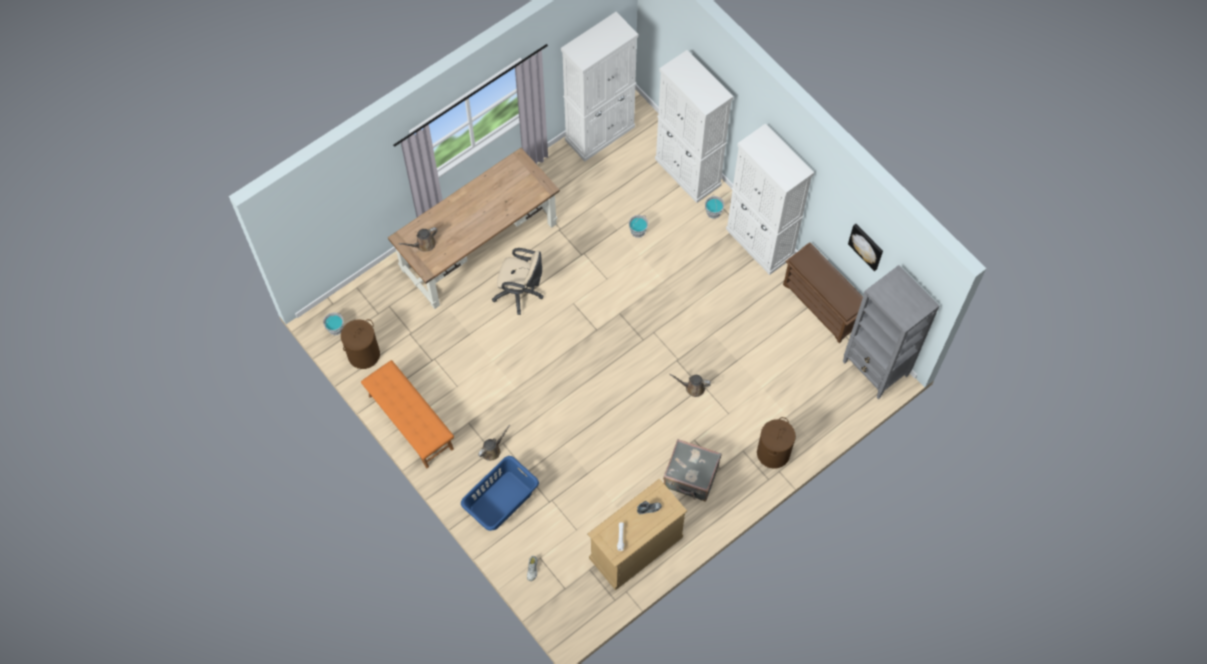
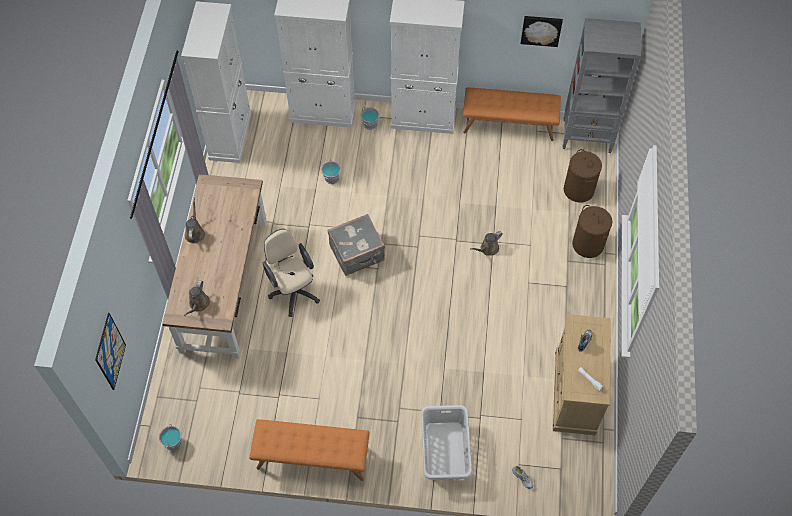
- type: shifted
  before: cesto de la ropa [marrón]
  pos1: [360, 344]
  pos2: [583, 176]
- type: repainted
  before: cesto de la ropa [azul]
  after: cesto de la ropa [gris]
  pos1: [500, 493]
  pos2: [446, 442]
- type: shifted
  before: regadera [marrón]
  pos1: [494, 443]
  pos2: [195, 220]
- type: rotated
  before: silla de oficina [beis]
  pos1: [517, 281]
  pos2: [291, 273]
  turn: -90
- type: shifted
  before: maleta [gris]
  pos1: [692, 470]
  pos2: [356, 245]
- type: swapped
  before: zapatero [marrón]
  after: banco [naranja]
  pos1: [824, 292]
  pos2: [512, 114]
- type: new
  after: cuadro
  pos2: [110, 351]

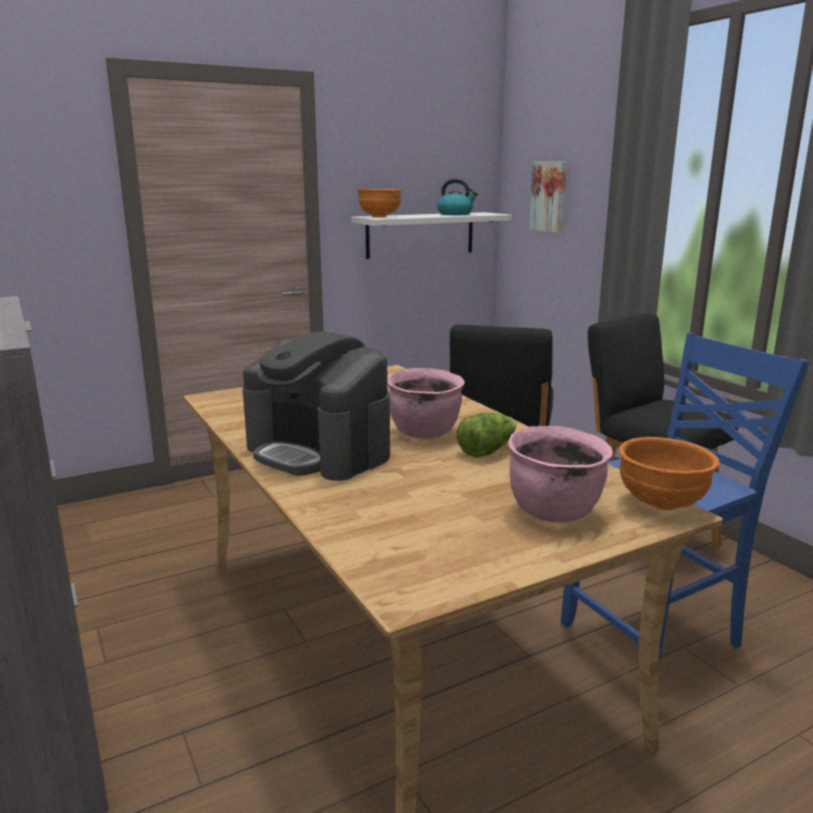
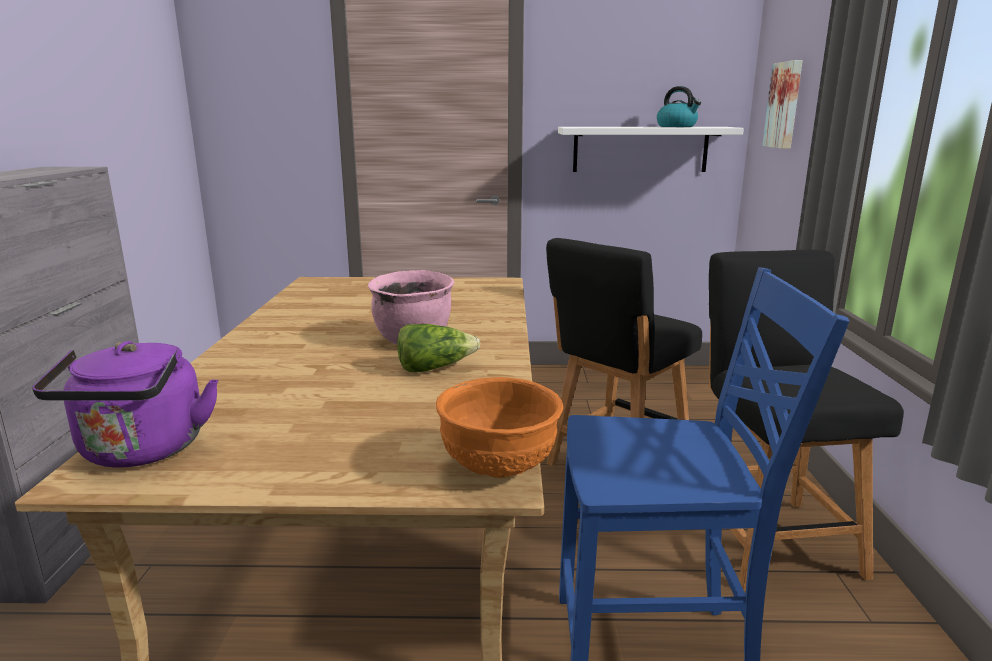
- type: gone
  before: cafetera
  pos1: [316, 406]
- type: gone
  before: cuenco [naranja]
  pos1: [379, 203]
- type: gone
  before: olla [rosa]
  pos1: [560, 474]
- type: new
  after: hervidor [morado]
  pos2: [125, 404]

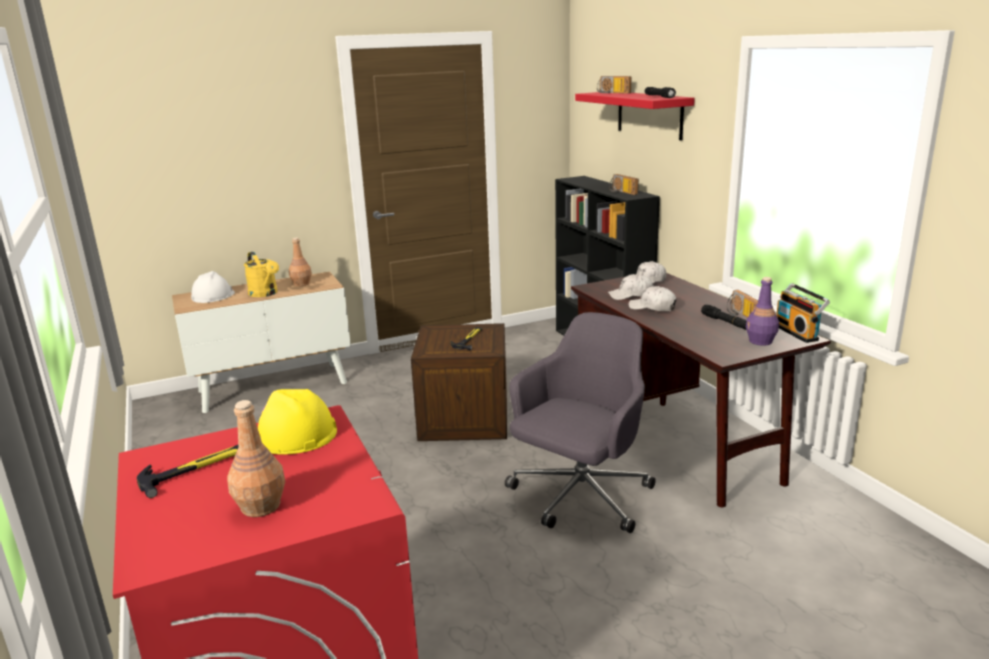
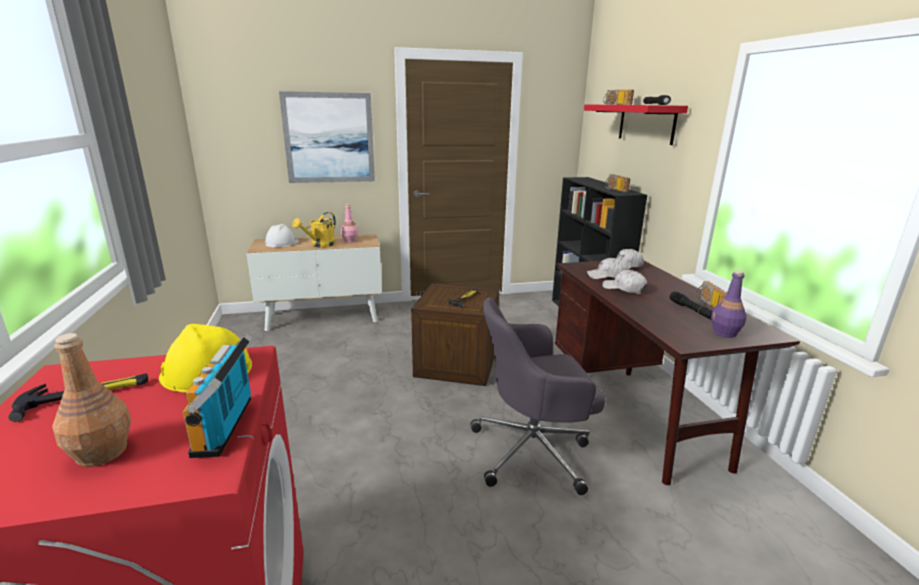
- type: rotated
  before: regadera [amarillo]
  pos1: [261, 274]
  pos2: [314, 229]
  turn: 60
- type: repainted
  before: botella [marrón]
  after: botella [rosa]
  pos1: [300, 262]
  pos2: [349, 223]
- type: rotated
  before: silla de oficina [gris]
  pos1: [580, 422]
  pos2: [537, 396]
  turn: -150
- type: shifted
  before: radio
  pos1: [803, 313]
  pos2: [217, 395]
- type: new
  after: cuadro
  pos2: [327, 137]

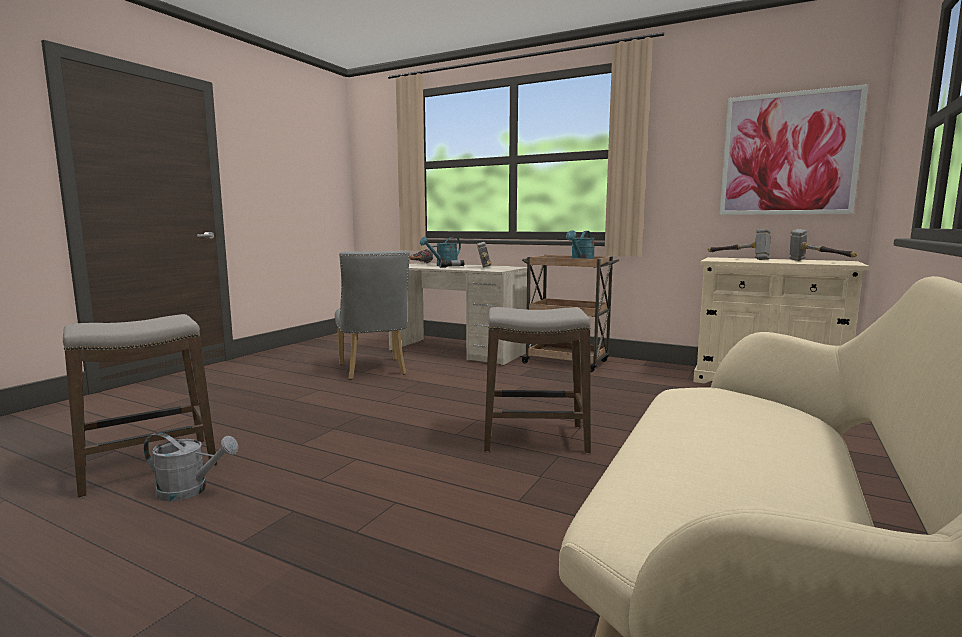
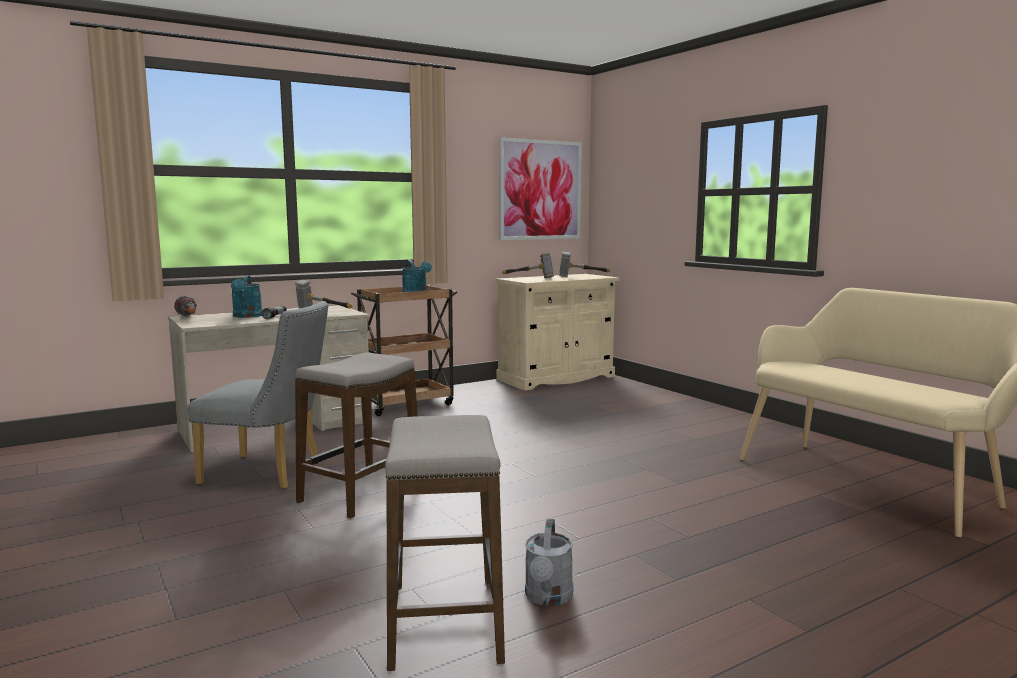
- type: rotated
  before: regadera [gris]
  pos1: [191, 466]
  pos2: [549, 562]
  turn: 150
- type: shifted
  before: taburete
  pos1: [537, 380]
  pos2: [356, 436]

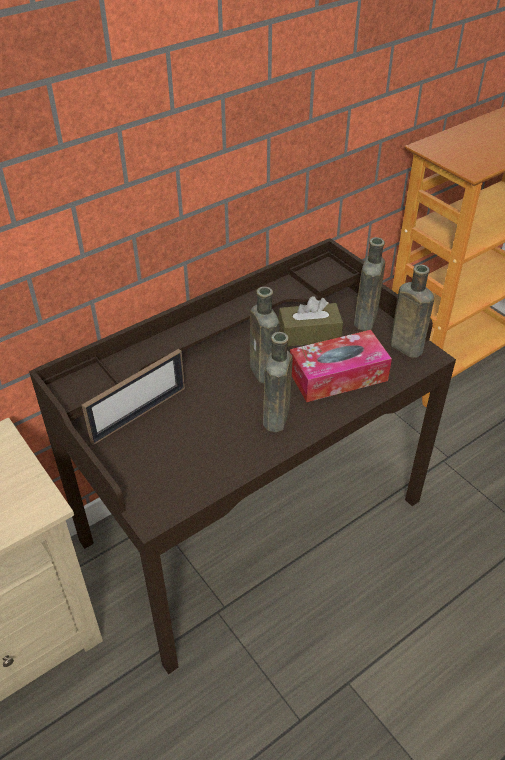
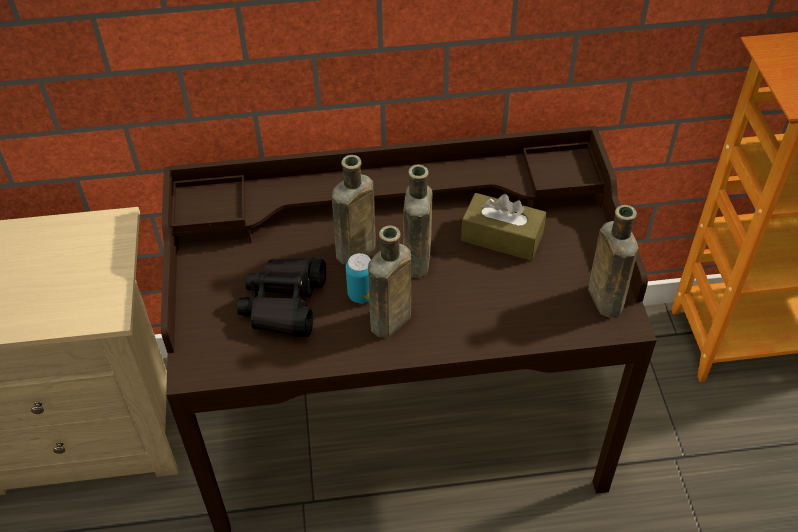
- type: gone
  before: portarretratos
  pos1: [133, 397]
- type: gone
  before: caja de pañuelos
  pos1: [341, 366]
- type: shifted
  before: botella [marrón]
  pos1: [369, 284]
  pos2: [354, 210]
- type: new
  after: prismáticos [negro]
  pos2: [281, 297]
- type: new
  after: lata
  pos2: [358, 278]

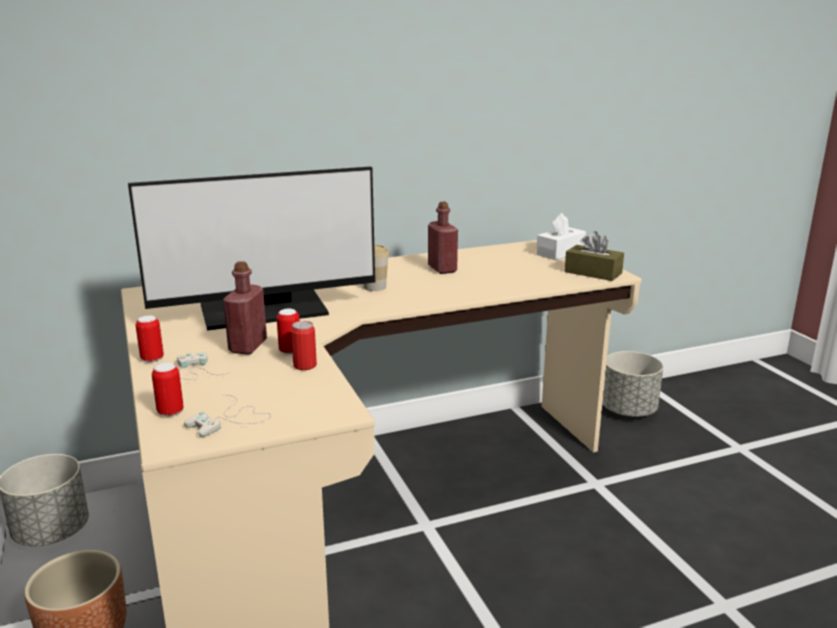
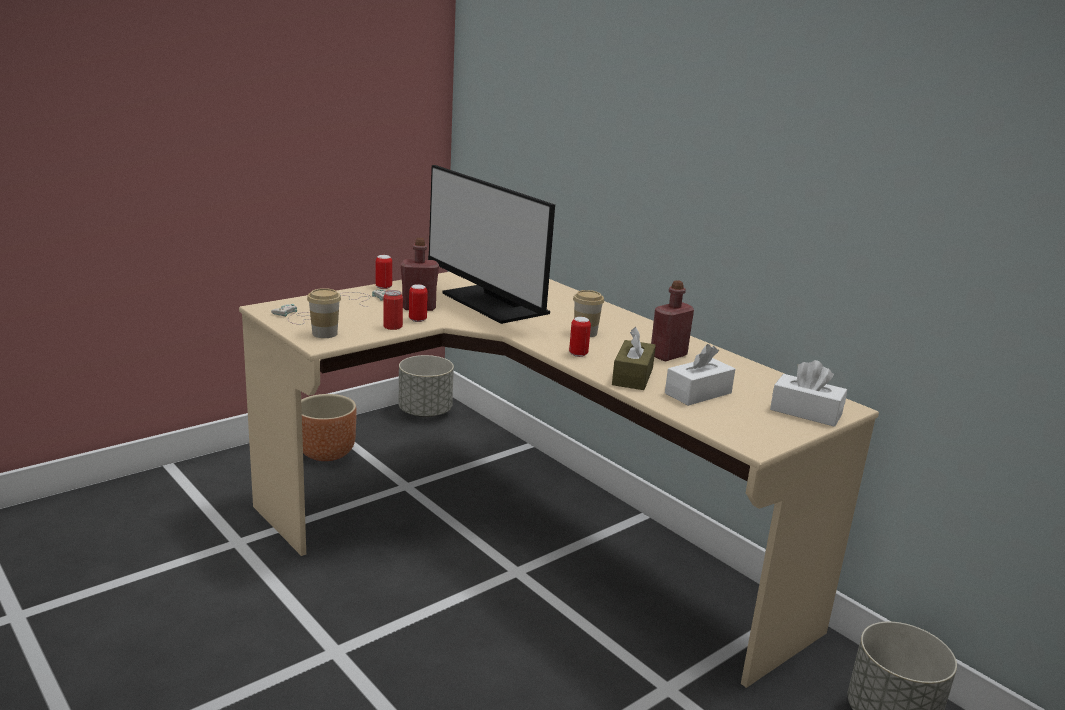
- type: shifted
  before: lata
  pos1: [168, 389]
  pos2: [580, 337]
- type: shifted
  before: caja de pañuelos [marrón]
  pos1: [594, 256]
  pos2: [634, 358]
- type: new
  after: taza
  pos2: [324, 313]
- type: new
  after: caja de pañuelos [blanco]
  pos2: [700, 375]

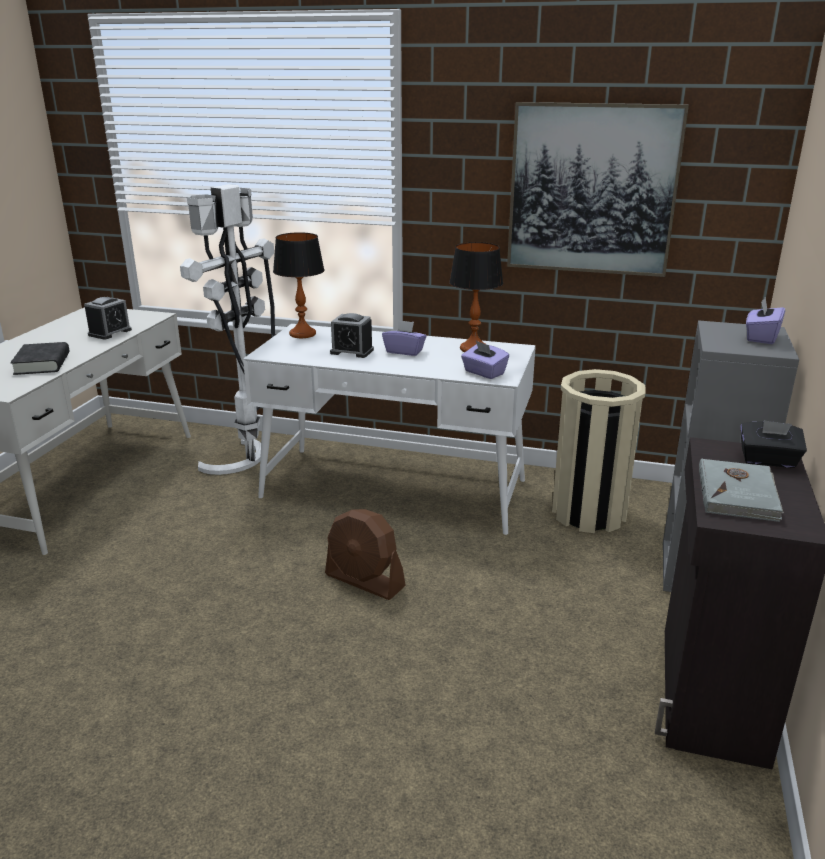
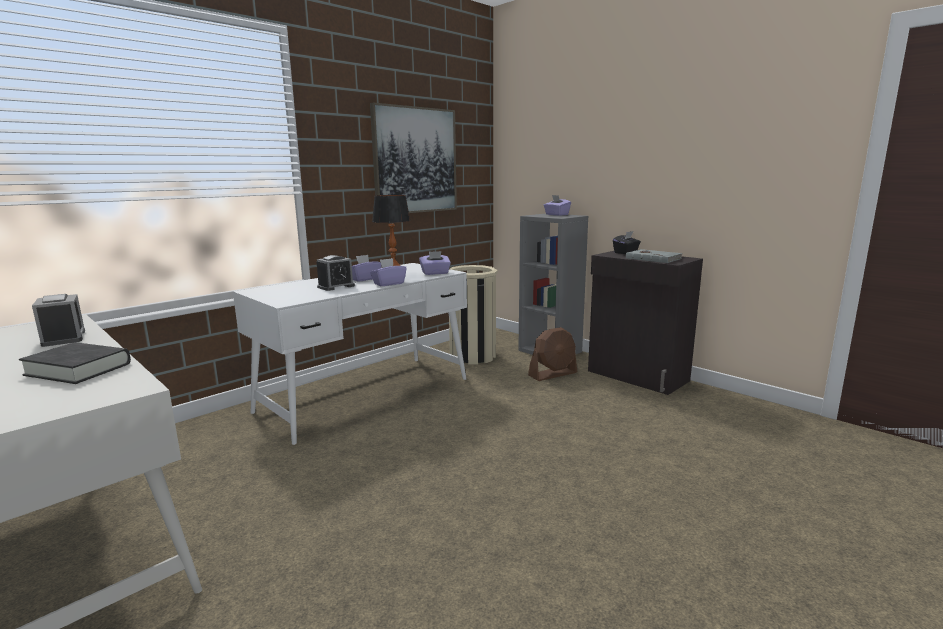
- type: gone
  before: lámpara de pie [blanco]
  pos1: [227, 329]
- type: gone
  before: lámpara de mesa
  pos1: [299, 285]
- type: shifted
  before: ventilador [marrón]
  pos1: [365, 554]
  pos2: [552, 354]
- type: new
  after: caja de pañuelos [morado]
  pos2: [388, 272]

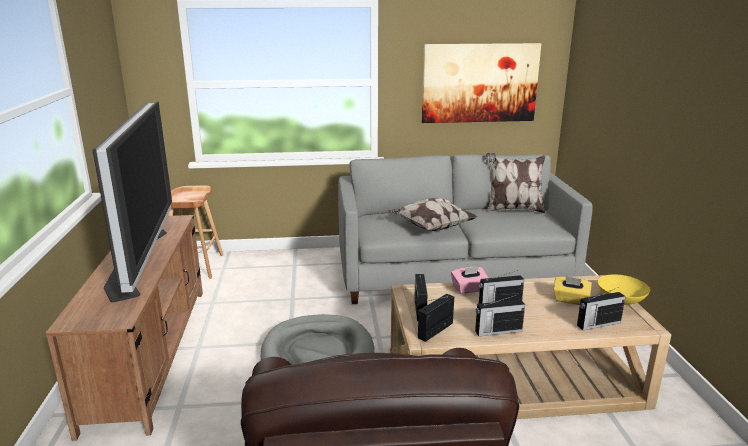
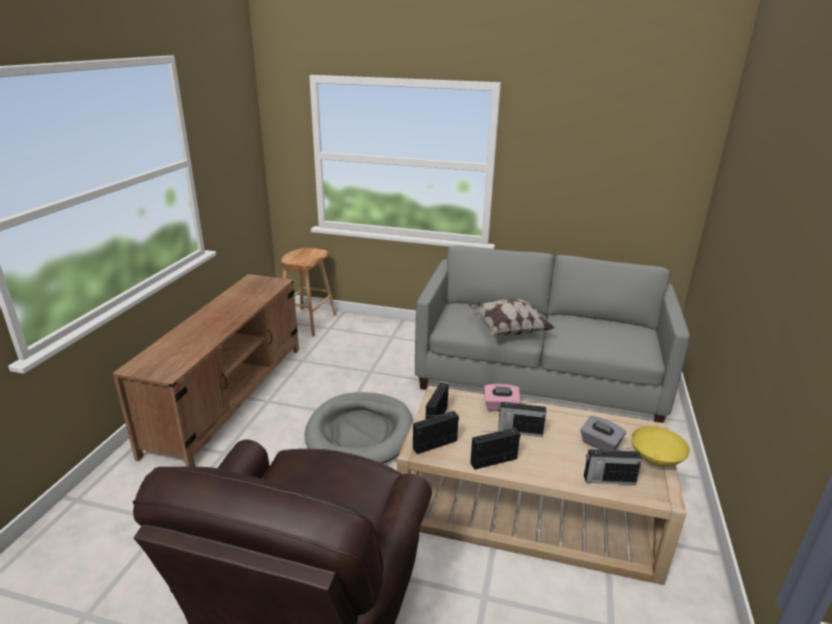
- type: gone
  before: televisor
  pos1: [132, 201]
- type: gone
  before: cuadro
  pos1: [481, 83]
- type: rotated
  before: radio
  pos1: [500, 315]
  pos2: [495, 448]
  turn: 150
- type: gone
  before: cojín
  pos1: [515, 183]
- type: repainted
  before: caja de pañuelos [amarillo]
  after: caja de pañuelos [gris]
  pos1: [573, 290]
  pos2: [603, 433]

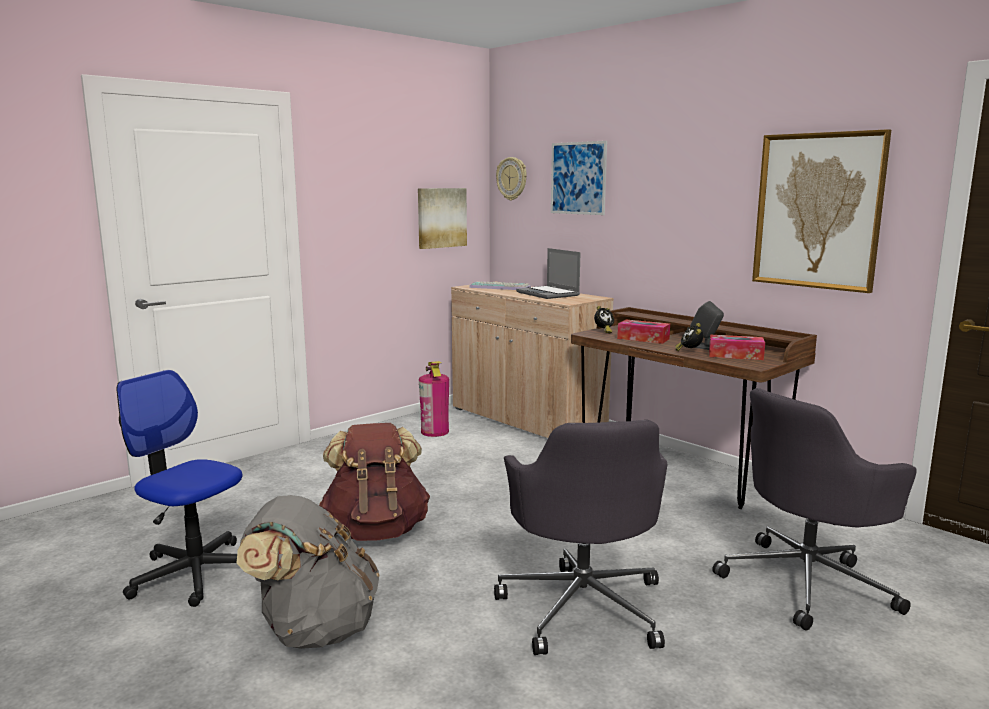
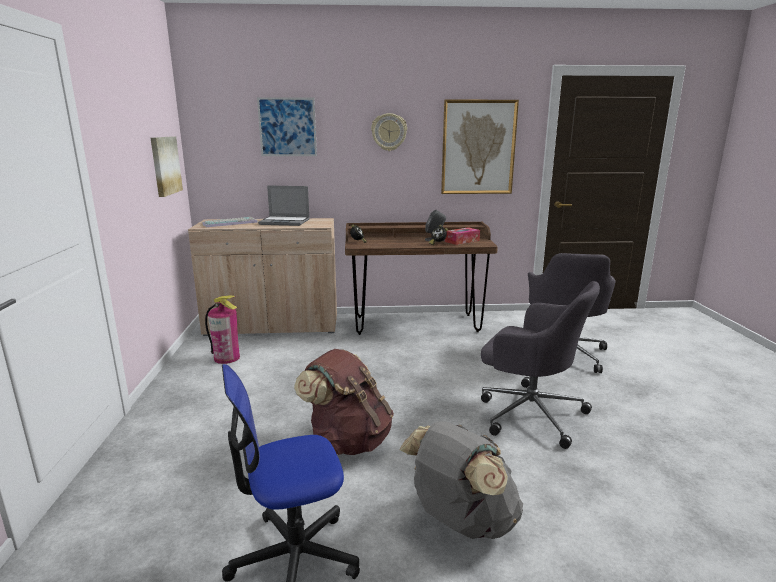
- type: shifted
  before: reloj de pared
  pos1: [511, 178]
  pos2: [389, 132]
- type: gone
  before: caja de pañuelos
  pos1: [643, 332]

